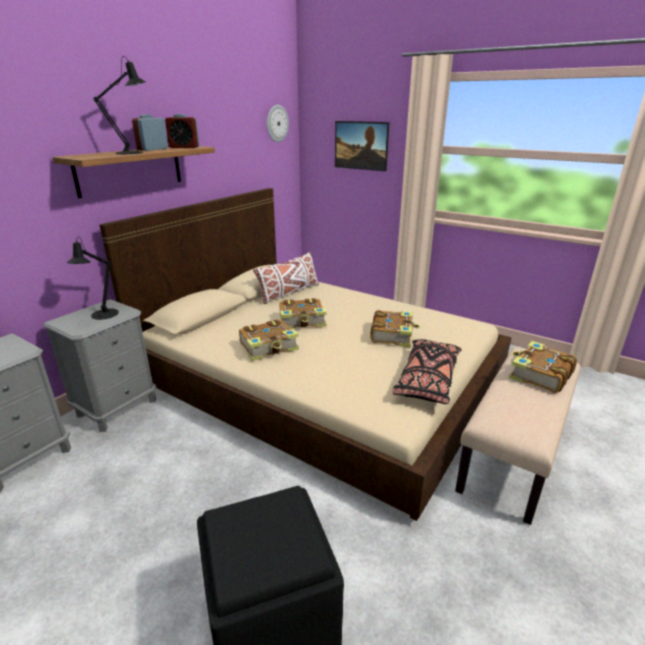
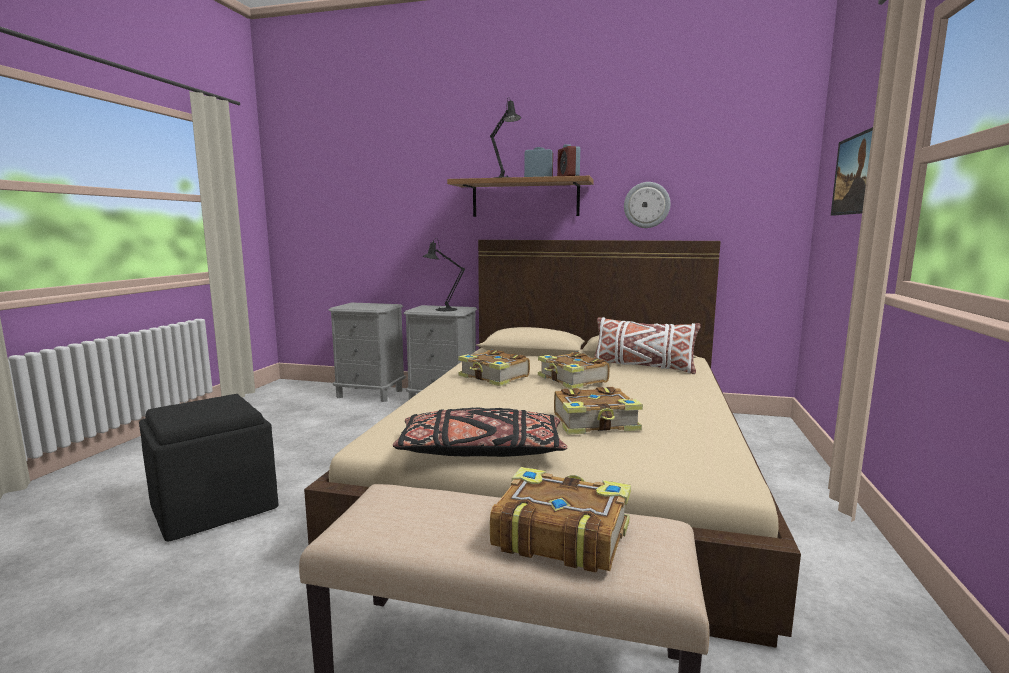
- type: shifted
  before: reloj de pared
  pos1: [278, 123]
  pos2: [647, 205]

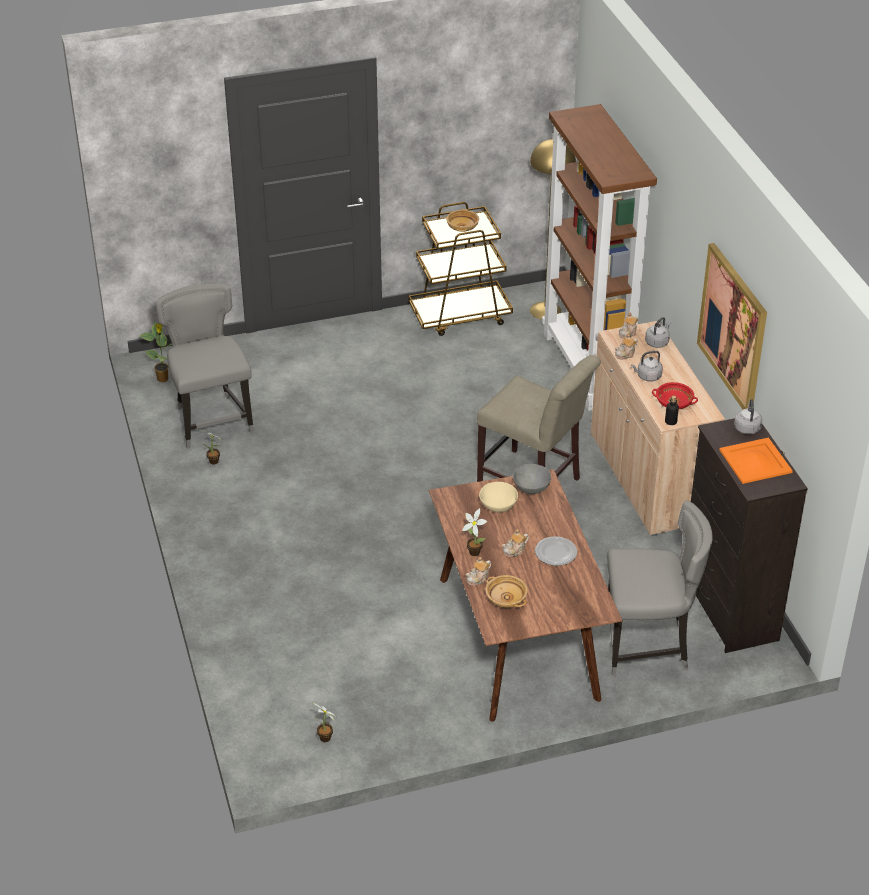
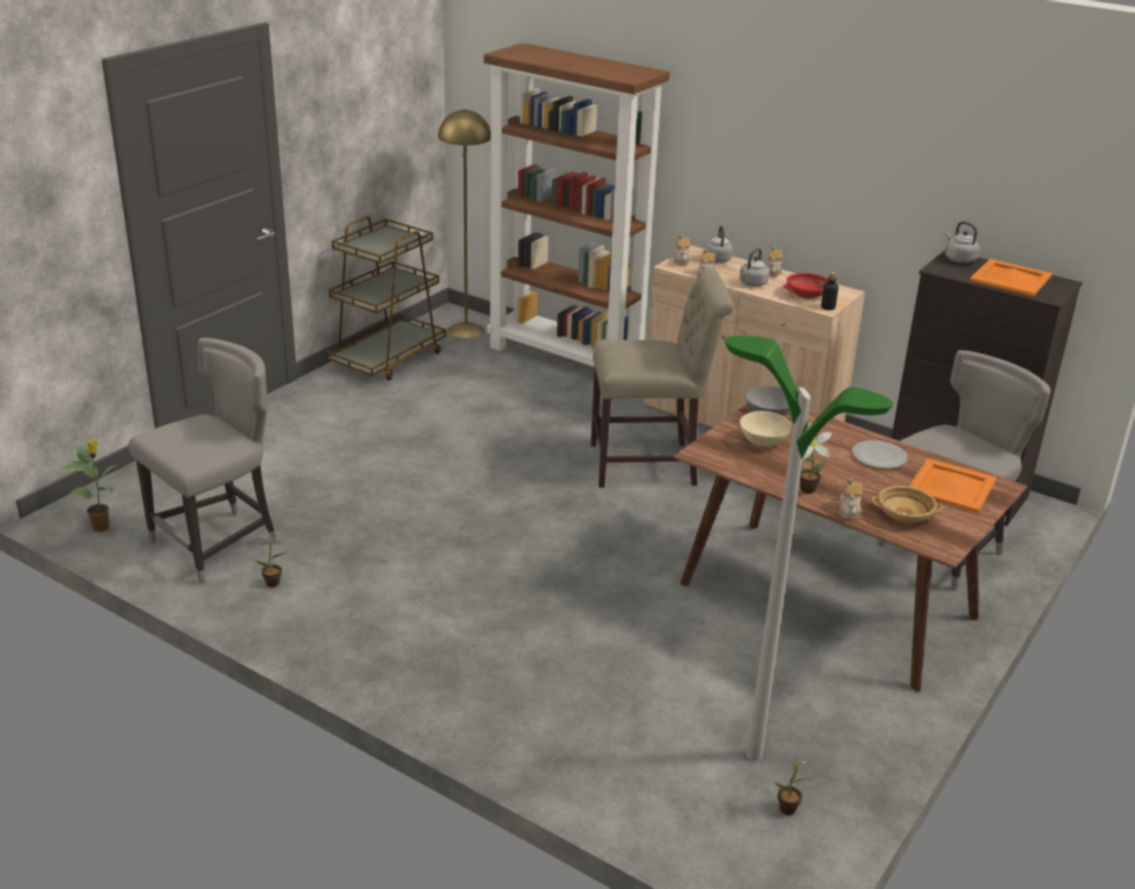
- type: rotated
  before: silla [gris]
  pos1: [205, 366]
  pos2: [203, 461]
  turn: 105
- type: gone
  before: cuenco [beis]
  pos1: [462, 220]
- type: shifted
  before: tetera
  pos1: [515, 543]
  pos2: [774, 261]
- type: gone
  before: cuadro
  pos1: [732, 326]
- type: new
  after: lámpara de pie
  pos2: [808, 548]
- type: new
  after: bandeja [naranja]
  pos2: [953, 485]

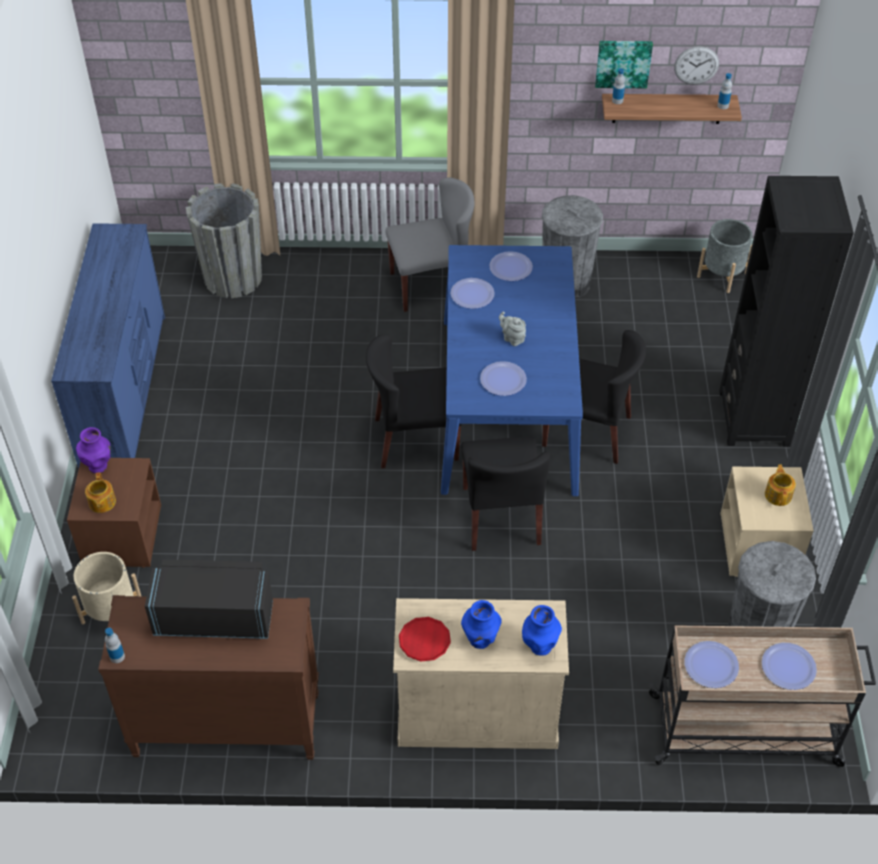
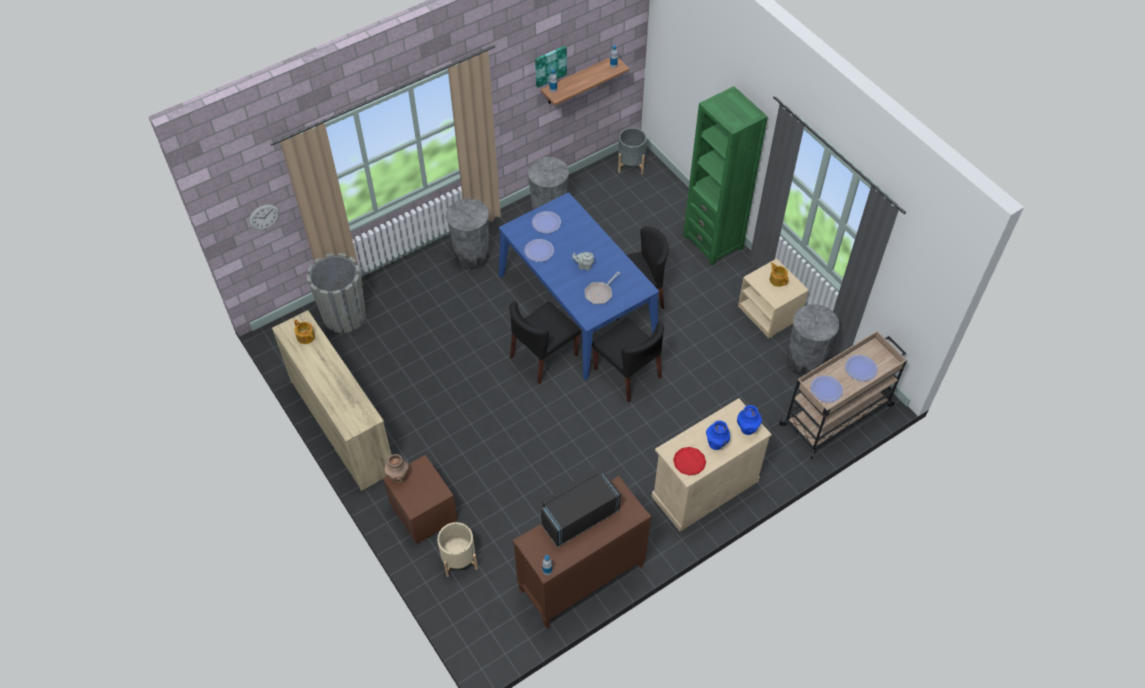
- type: repainted
  before: cómoda [azul]
  after: cómoda [beis]
  pos1: [108, 345]
  pos2: [332, 400]
- type: repainted
  before: florero [morado]
  after: florero [marrón]
  pos1: [93, 450]
  pos2: [396, 468]
- type: shifted
  before: tetera
  pos1: [100, 492]
  pos2: [304, 331]
- type: swapped
  before: silla [gris]
  after: papelera [gris]
  pos1: [430, 244]
  pos2: [467, 234]
- type: swapped
  before: plato
  after: sartén
  pos1: [503, 378]
  pos2: [602, 288]
- type: shifted
  before: reloj de pared
  pos1: [696, 65]
  pos2: [264, 217]
- type: repainted
  before: estantería [negro]
  after: estantería [verde]
  pos1: [786, 311]
  pos2: [725, 176]

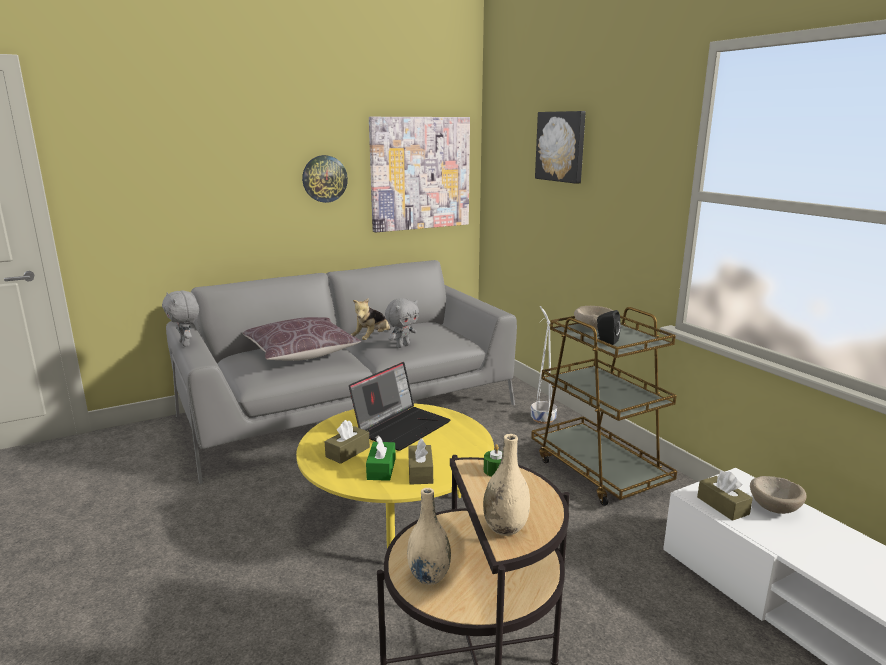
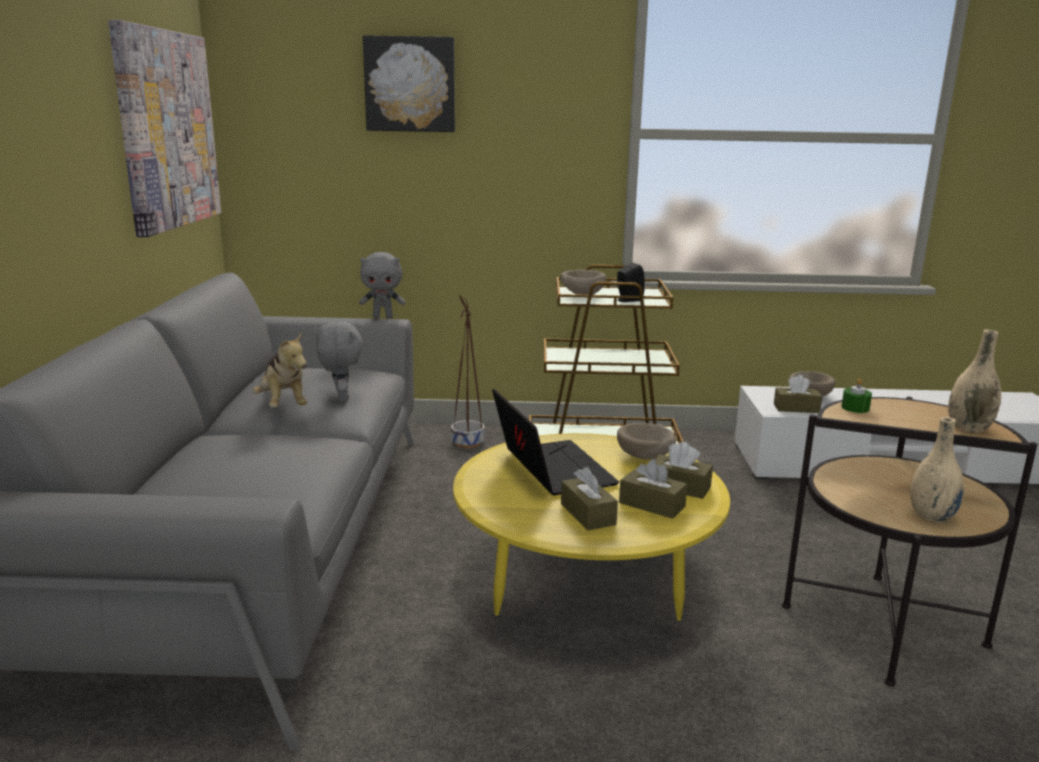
- type: shifted
  before: peluche [gris]
  pos1: [180, 319]
  pos2: [382, 285]
- type: gone
  before: cojín [marrón]
  pos1: [302, 339]
- type: gone
  before: reloj de pared
  pos1: [325, 179]
- type: repainted
  before: caja de pañuelos [verde]
  after: caja de pañuelos [marrón]
  pos1: [381, 458]
  pos2: [653, 489]
- type: repainted
  before: maceta [blanco]
  after: maceta [marrón]
  pos1: [544, 365]
  pos2: [468, 371]
- type: new
  after: cuenco [beis]
  pos2: [646, 441]

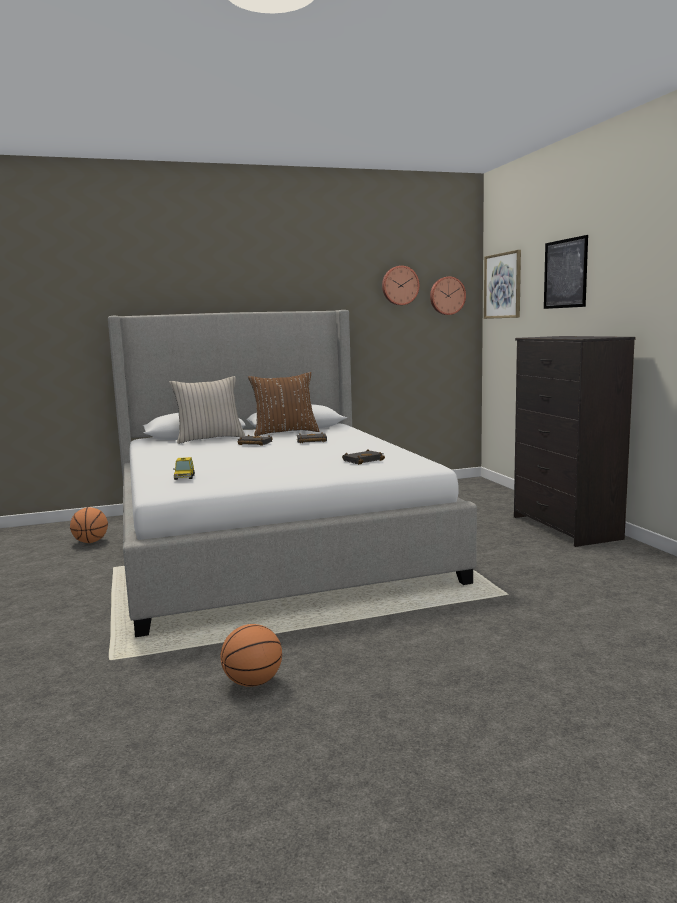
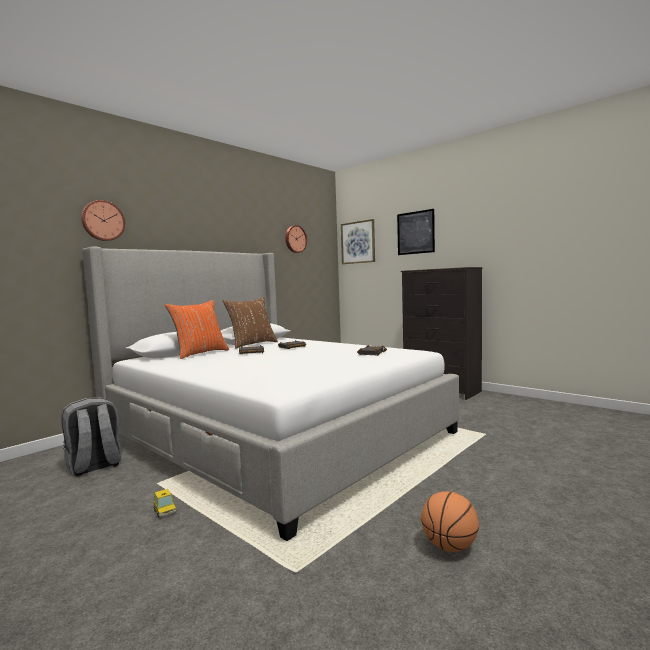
- type: swapped
  before: balón de baloncesto
  after: mochila [gris]
  pos1: [89, 525]
  pos2: [91, 436]
- type: repainted
  before: cojín [beis]
  after: cojín [naranja]
  pos1: [207, 410]
  pos2: [197, 329]
- type: shifted
  before: coche de juguete
  pos1: [184, 468]
  pos2: [165, 503]
- type: shifted
  before: reloj de pared
  pos1: [448, 295]
  pos2: [103, 220]

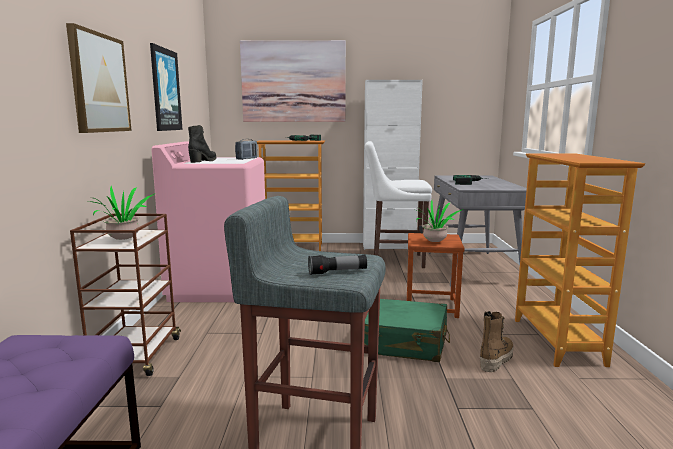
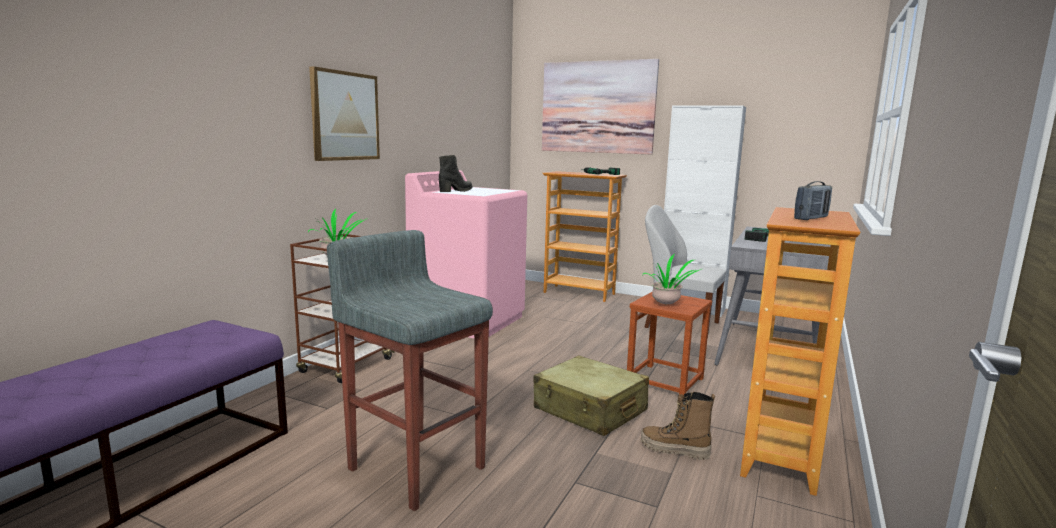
- type: gone
  before: cuadro
  pos1: [166, 87]
- type: shifted
  before: radio
  pos1: [246, 149]
  pos2: [813, 200]
- type: gone
  before: linterna
  pos1: [337, 265]
- type: repainted
  before: maleta [verde]
  after: maleta [beis]
  pos1: [407, 330]
  pos2: [591, 395]
- type: swapped
  before: taburete [blanco]
  after: silla [blanco]
  pos1: [398, 204]
  pos2: [685, 271]
- type: rotated
  before: bota
  pos1: [496, 341]
  pos2: [677, 426]
  turn: -135

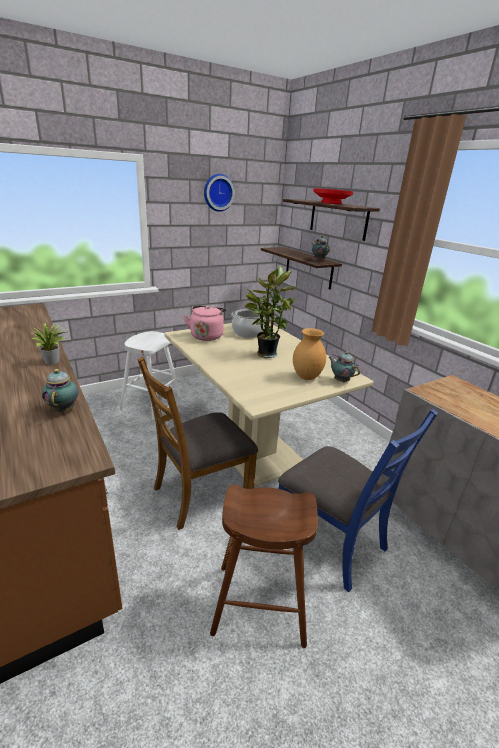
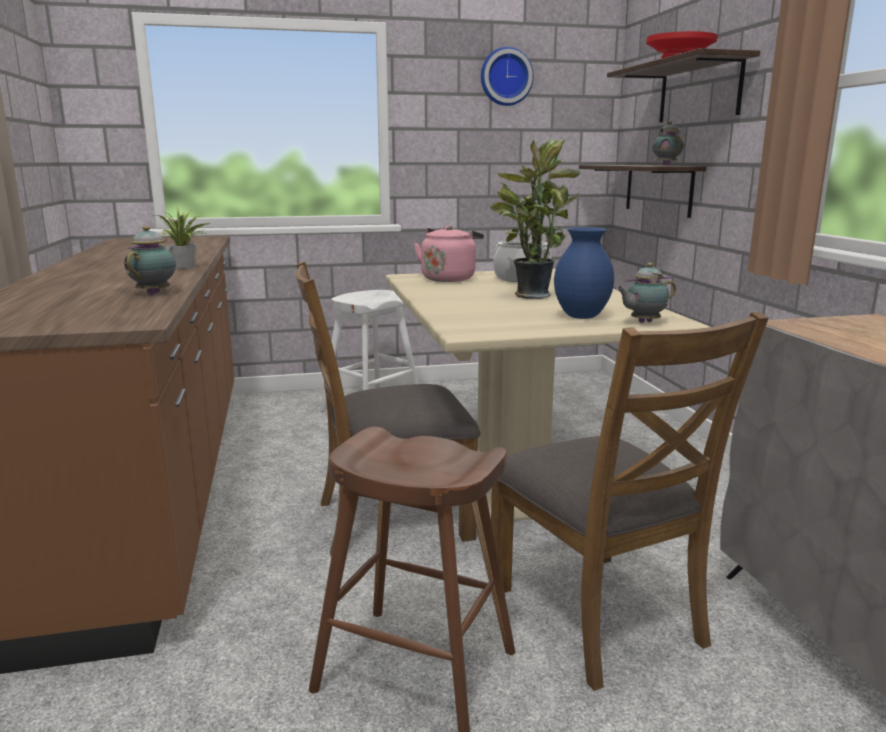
- type: repainted
  before: silla [azul]
  after: silla [marrón]
  pos1: [358, 500]
  pos2: [630, 501]
- type: repainted
  before: florero [marrón]
  after: florero [azul]
  pos1: [309, 354]
  pos2: [584, 273]
- type: rotated
  before: tetera
  pos1: [344, 367]
  pos2: [646, 293]
  turn: -90

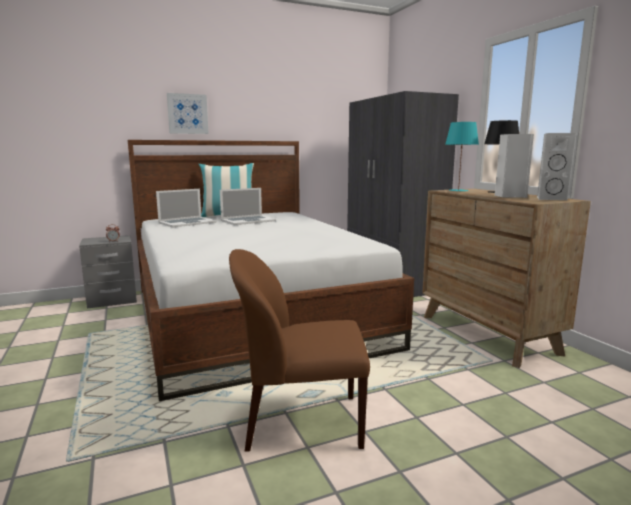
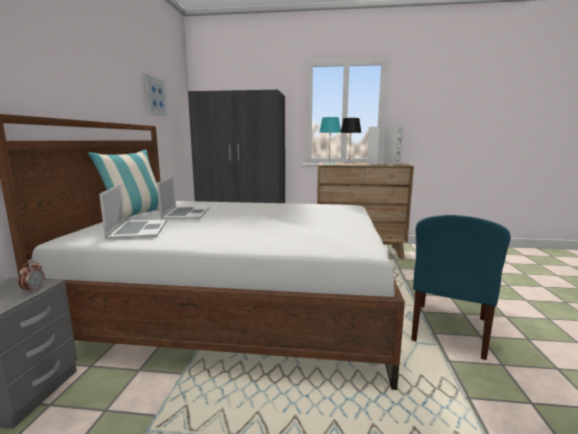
- type: shifted
  before: cuadro
  pos1: [188, 113]
  pos2: [156, 95]
- type: repainted
  before: silla [marrón]
  after: silla [azul]
  pos1: [299, 350]
  pos2: [461, 287]

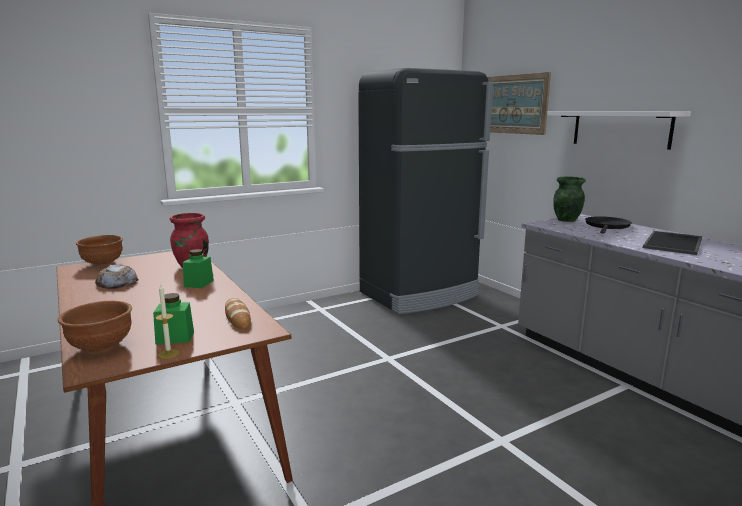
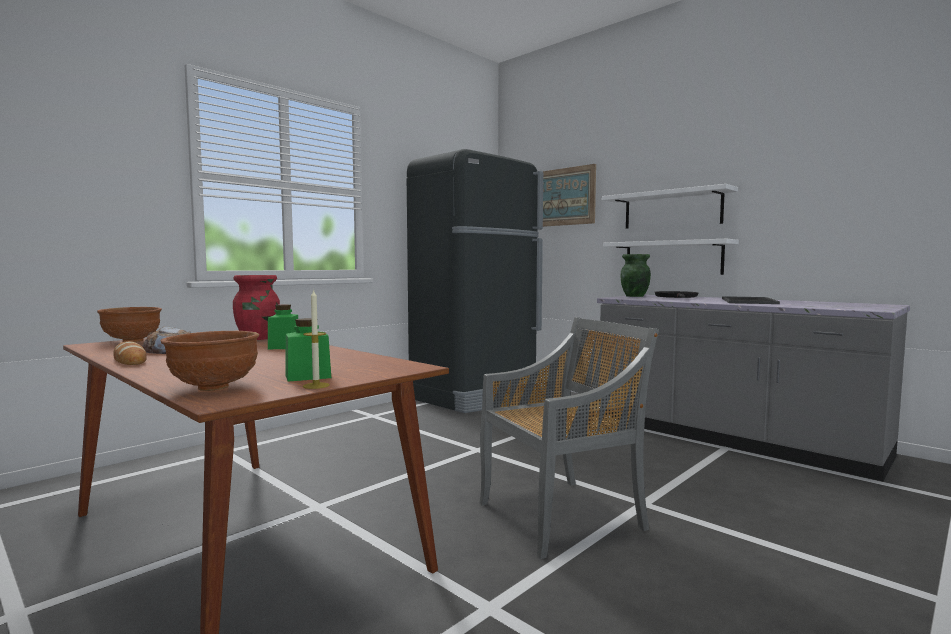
- type: shifted
  before: pan
  pos1: [238, 313]
  pos2: [130, 353]
- type: new
  after: silla [gris]
  pos2: [569, 438]
- type: new
  after: estante [blanco]
  pos2: [671, 257]

